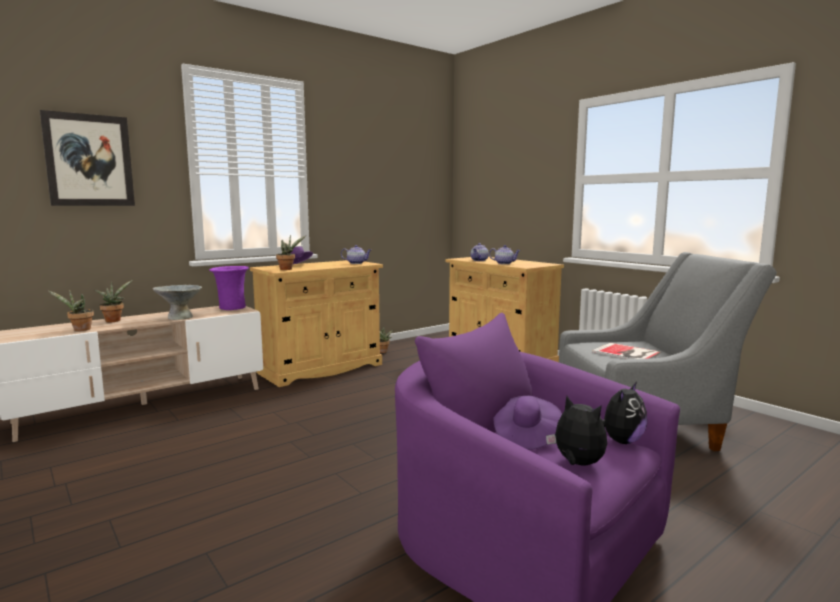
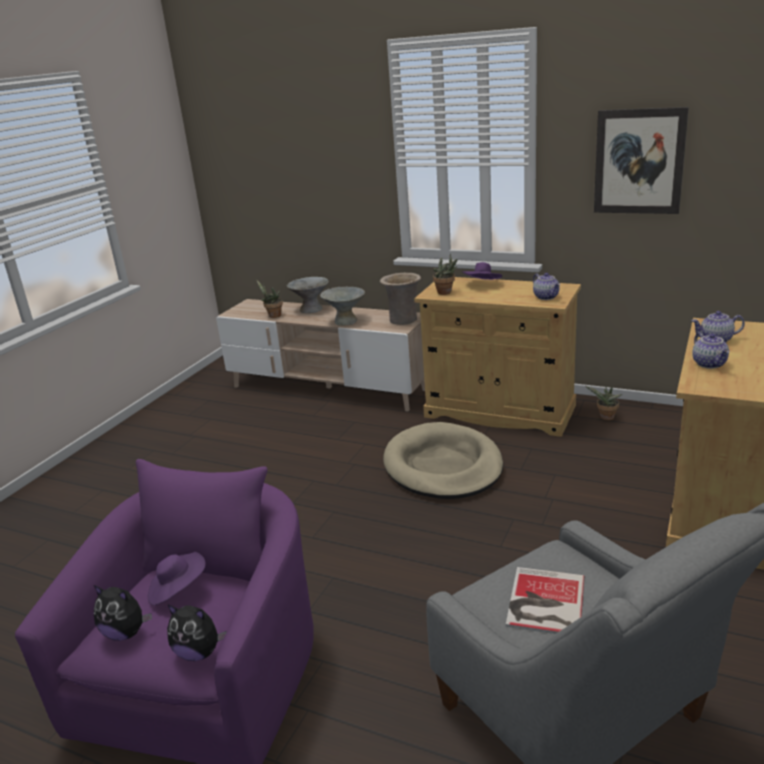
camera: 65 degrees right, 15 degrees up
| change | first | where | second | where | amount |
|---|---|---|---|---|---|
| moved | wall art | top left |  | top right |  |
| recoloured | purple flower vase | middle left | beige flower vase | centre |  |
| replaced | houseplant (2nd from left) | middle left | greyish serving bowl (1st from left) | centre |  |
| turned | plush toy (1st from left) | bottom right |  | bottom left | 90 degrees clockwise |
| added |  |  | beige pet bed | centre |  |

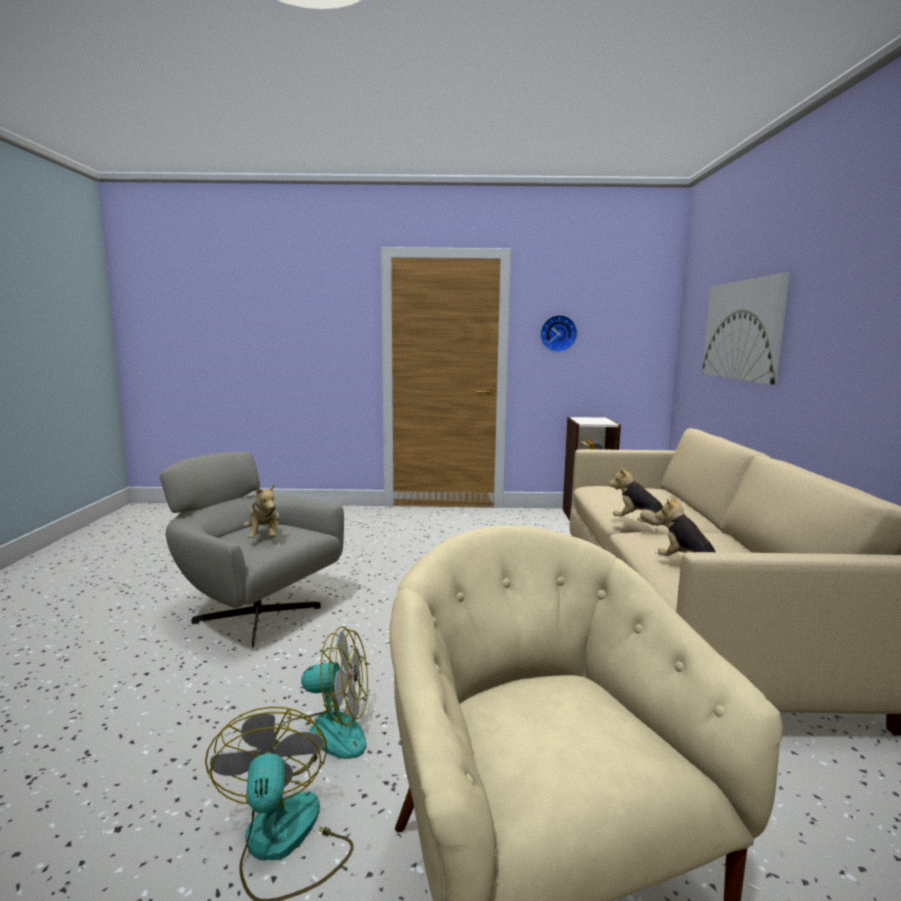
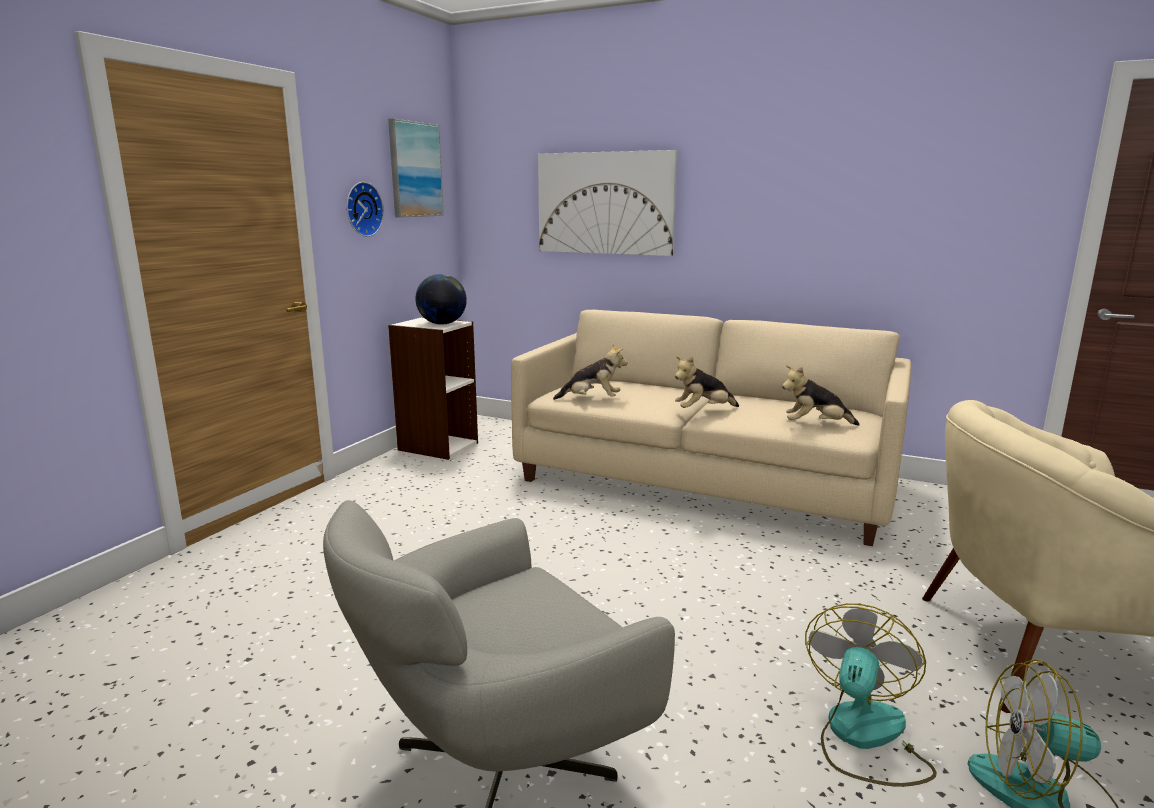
camera: 65 degrees left, 5 degrees up
| change | first | where | second | where | amount |
|---|---|---|---|---|---|
| moved | plush toy (1st from left) | middle left |  | centre |  |
| added |  |  | wall art (1st from left) | top centre |  |
| added |  |  | globe | centre |  |

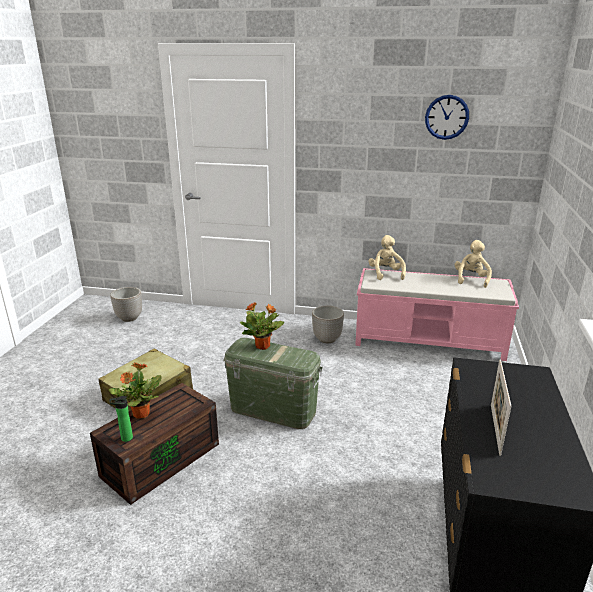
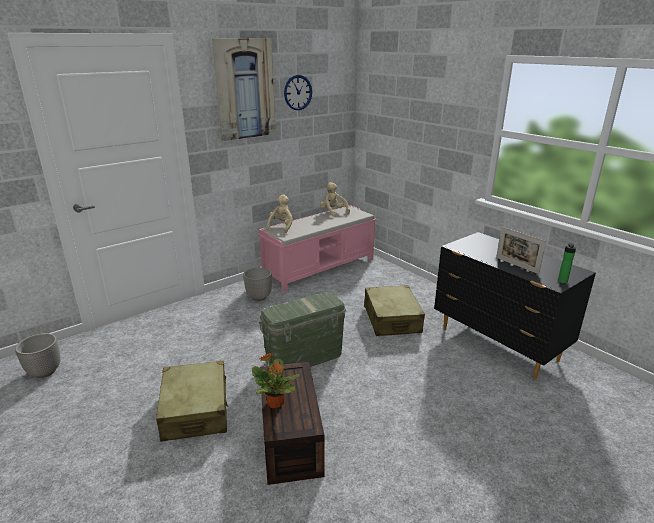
camera: 50 degrees left, 0 degrees up
| change | first | where | second | where | amount |
|---|---|---|---|---|---|
| turned | beige plush toy (1st from left) | centre |  | centre | 75 degrees clockwise |
| removed | houseplant (2nd from left) | centre |  |  |  |
| moved | bottle | bottom left |  | middle right |  |
| added |  |  | wall art | top centre |  |
| added |  |  | beige travel case (2nd from left) | centre |  |

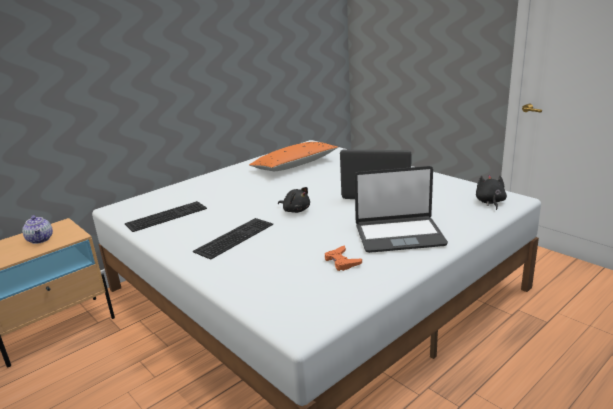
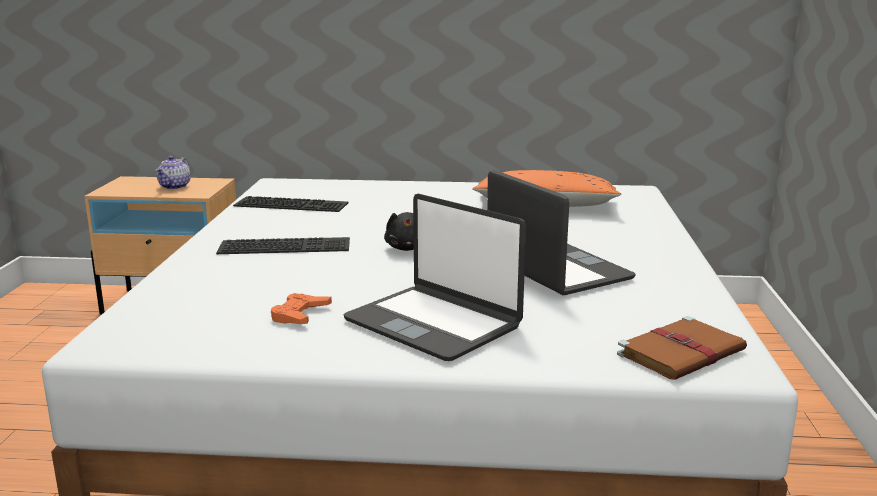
camera: 45 degrees right, 5 degrees down
| change | first | where | second | where | amount |
|---|---|---|---|---|---|
| replaced | black-coloured plush toy (2nd from left) | middle right | brownish bound book | bottom right |  |

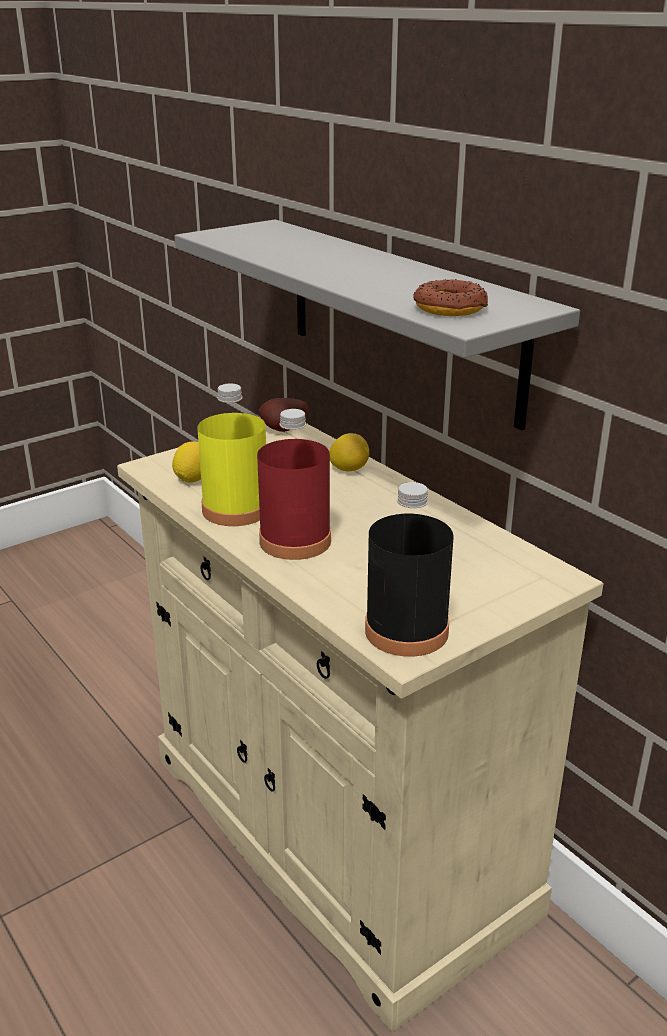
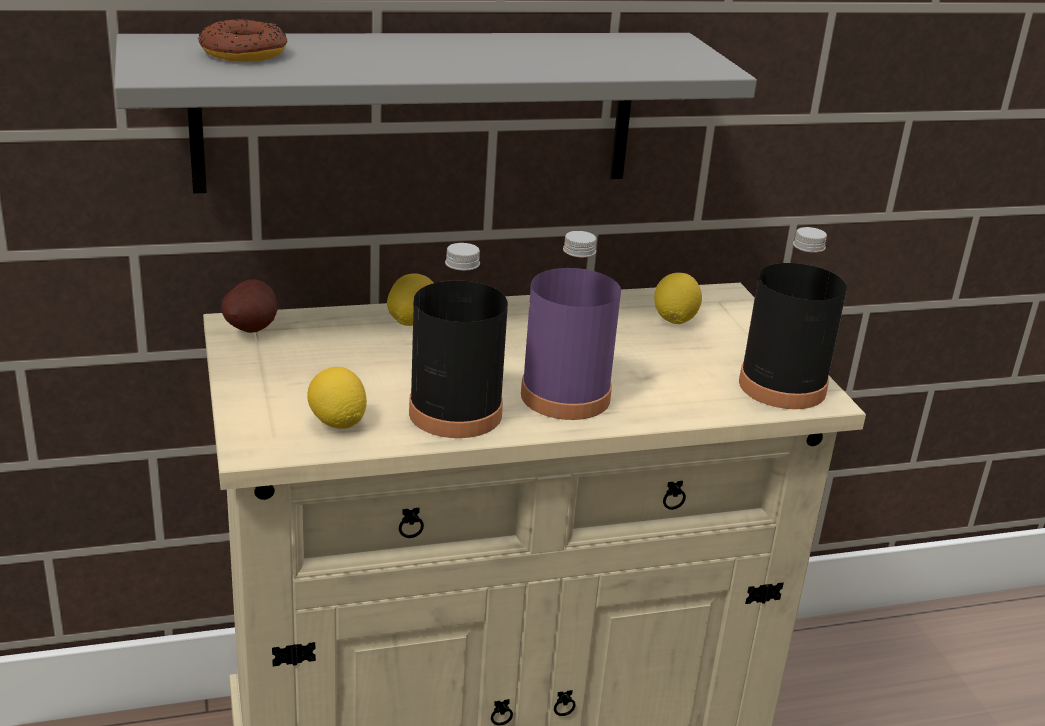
camera: 70 degrees left, 0 degrees up
| change | first | where | second | where | amount |
|---|---|---|---|---|---|
| moved | doughnut | top right |  | top left |  |
| recoloured | yellow-coloured bottle | centre | black-coloured bottle (1st from left) | centre |  |
| recoloured | reddish bottle | centre | purple bottle | centre |  |
| added |  |  | lemon (3rd from left) | centre |  |

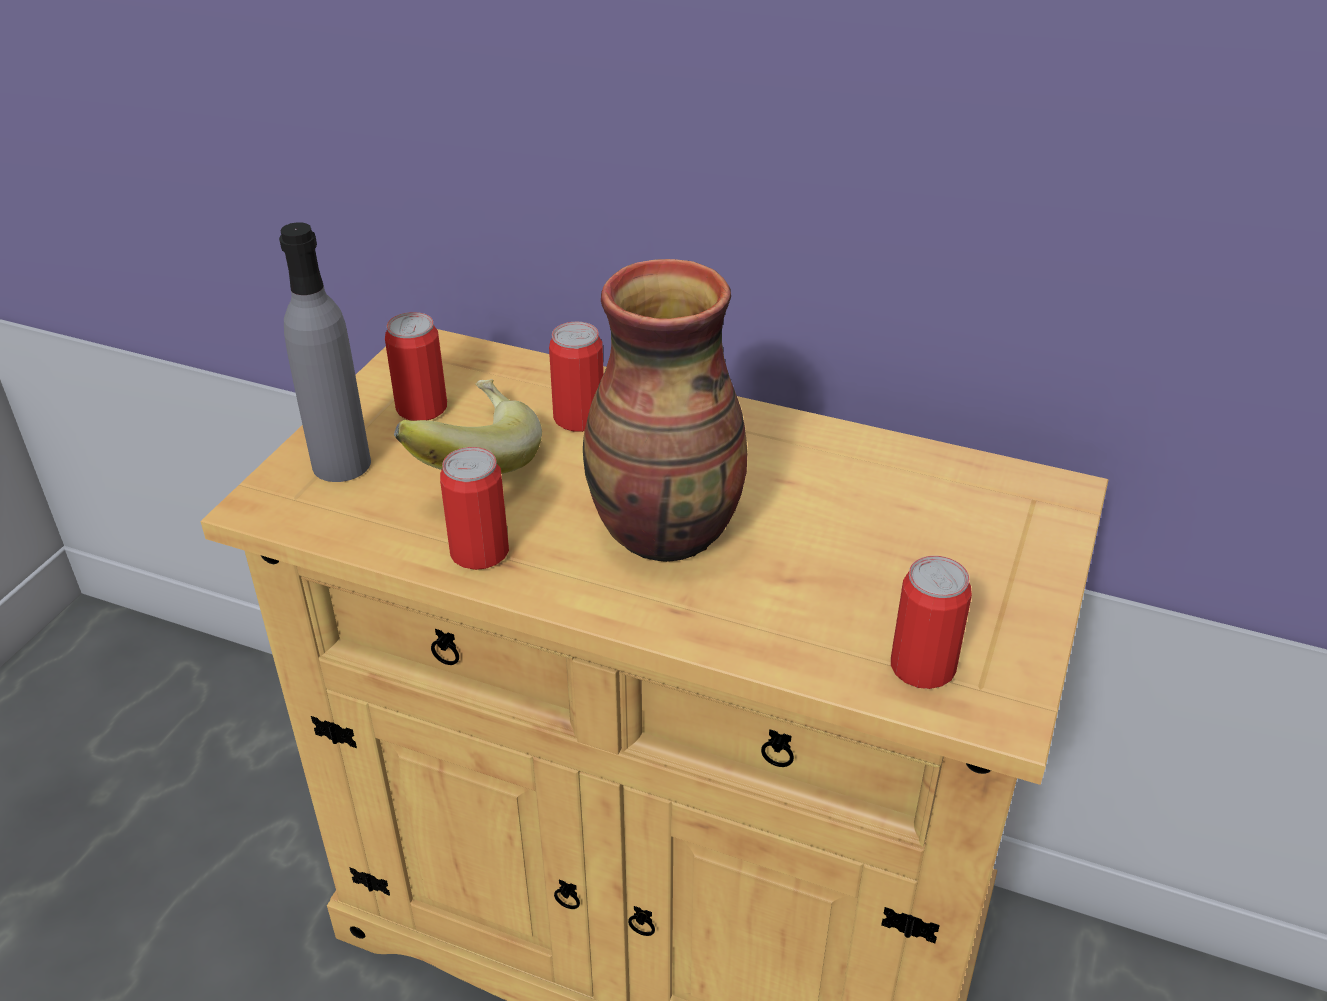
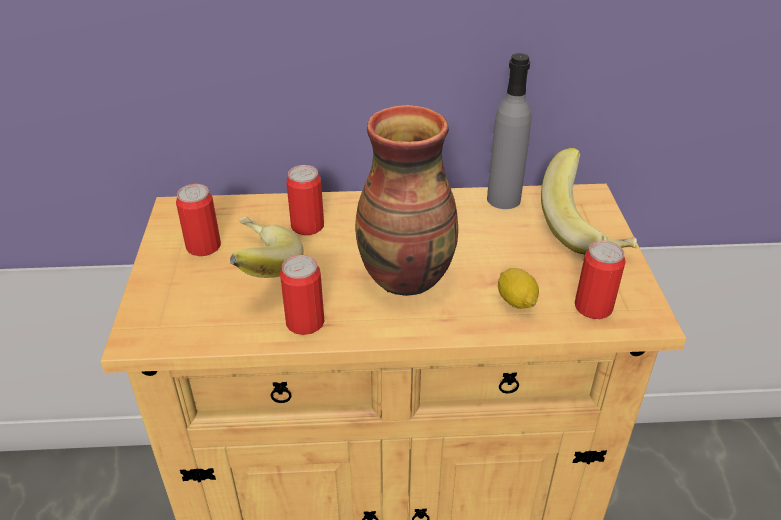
camera: 25 degrees left, 0 degrees up
| change | first | where | second | where | amount |
|---|---|---|---|---|---|
| moved | greyish bottle | middle left |  | top centre |  |
| added |  |  | banana fruit (2nd from left) | middle right |  |
| added |  |  | lemon | centre |  |

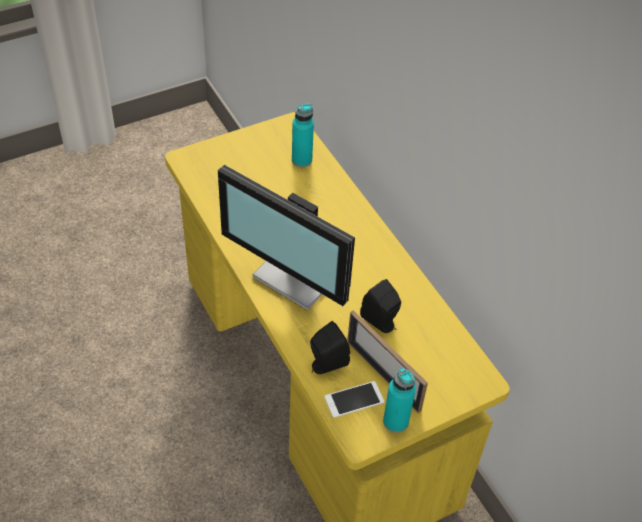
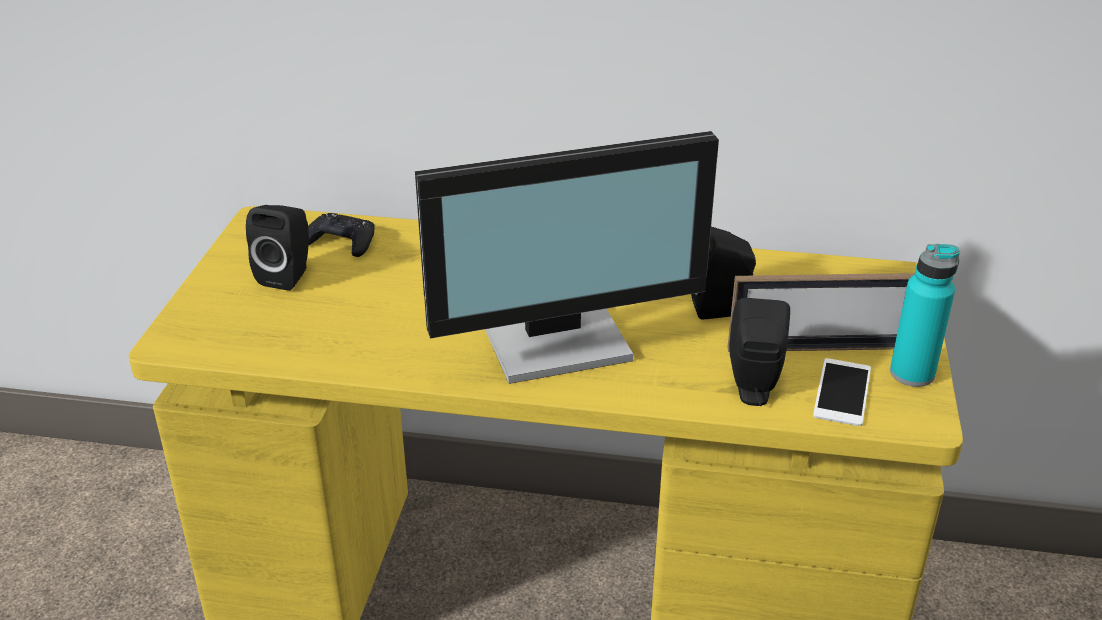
camera: 50 degrees left, 15 degrees down
| change | first | where | second | where | amount |
|---|---|---|---|---|---|
| replaced | turquoise-coloured bottle (1st from left) | top centre | black-coloured gamepad | middle left |  |
| added |  |  | black-coloured speaker (1st from left) | middle left |  |

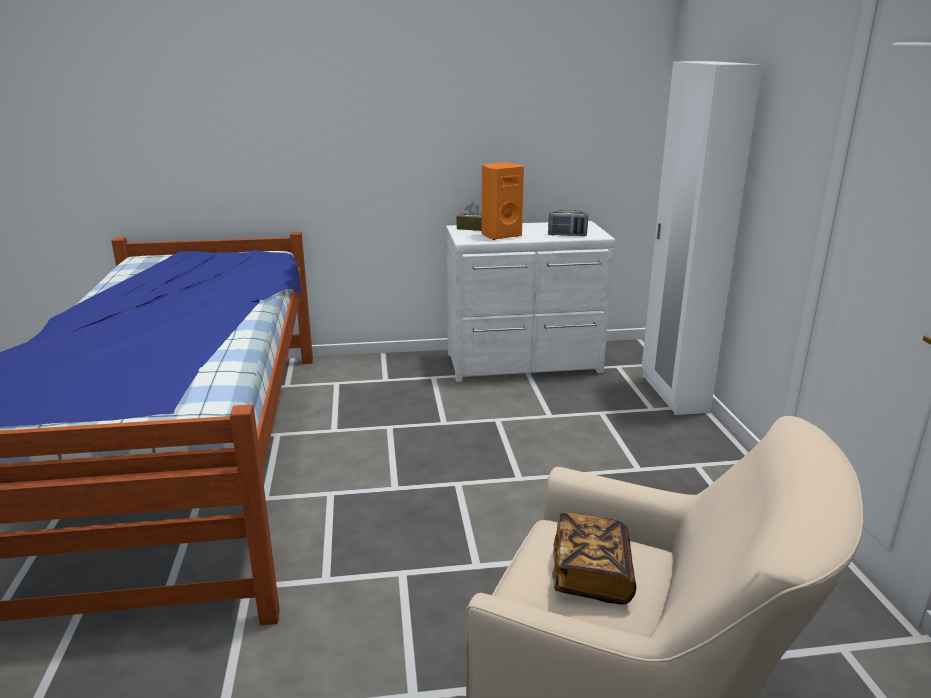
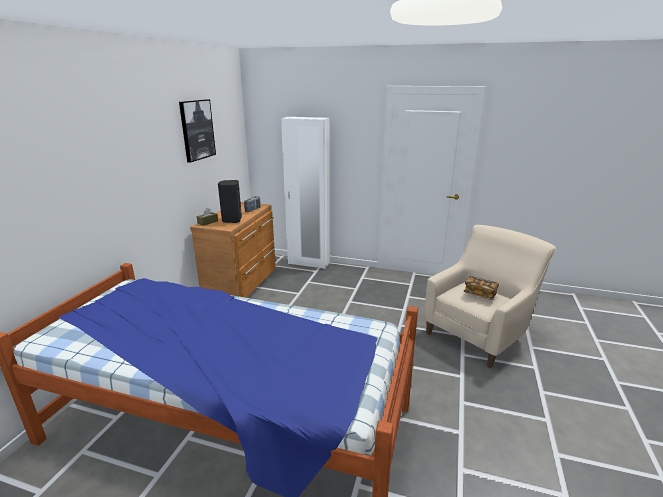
camera: 65 degrees left, 0 degrees up
| change | first | where | second | where | amount |
|---|---|---|---|---|---|
| recoloured | orange speaker | top centre | black-coloured speaker | centre |  |
| recoloured | whitish chest of drawers | centre | brownish chest of drawers | centre |  |
| added |  |  | wall art | top left |  |

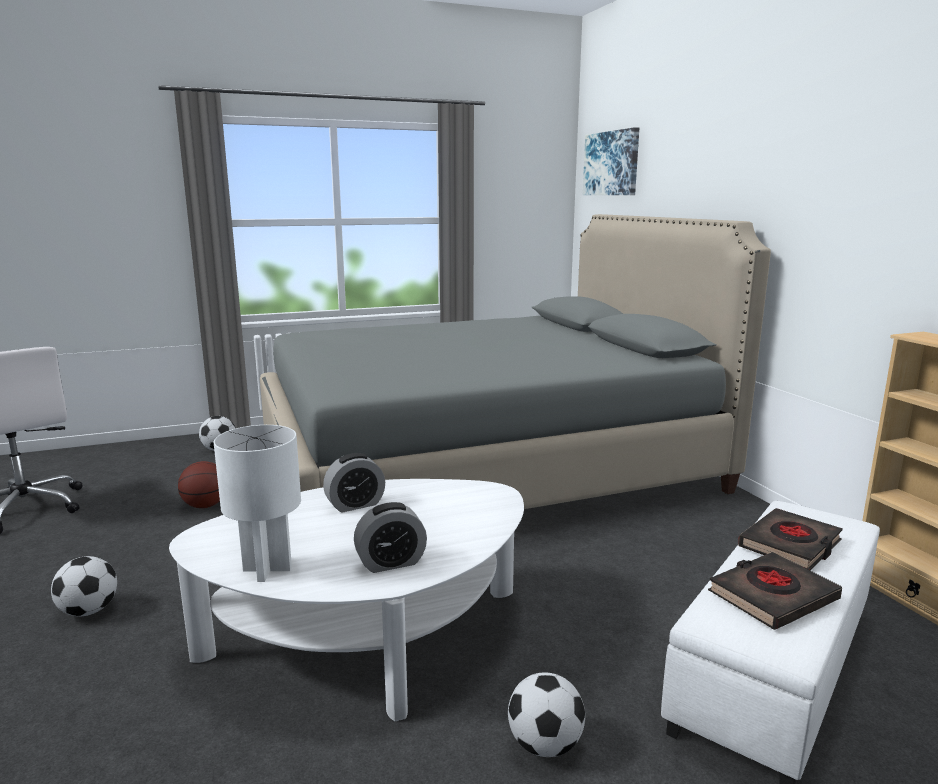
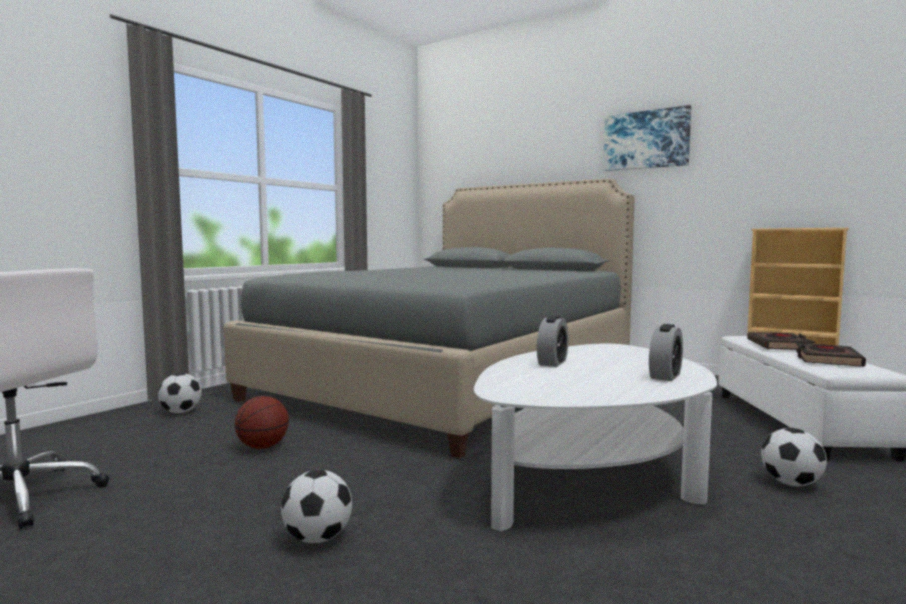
camera: 35 degrees left, 10 degrees down
| change | first | where | second | where | amount |
|---|---|---|---|---|---|
| moved | wall art | top centre |  | top right |  |
| removed | whitish tabletop lamp | middle left |  |  |  |

